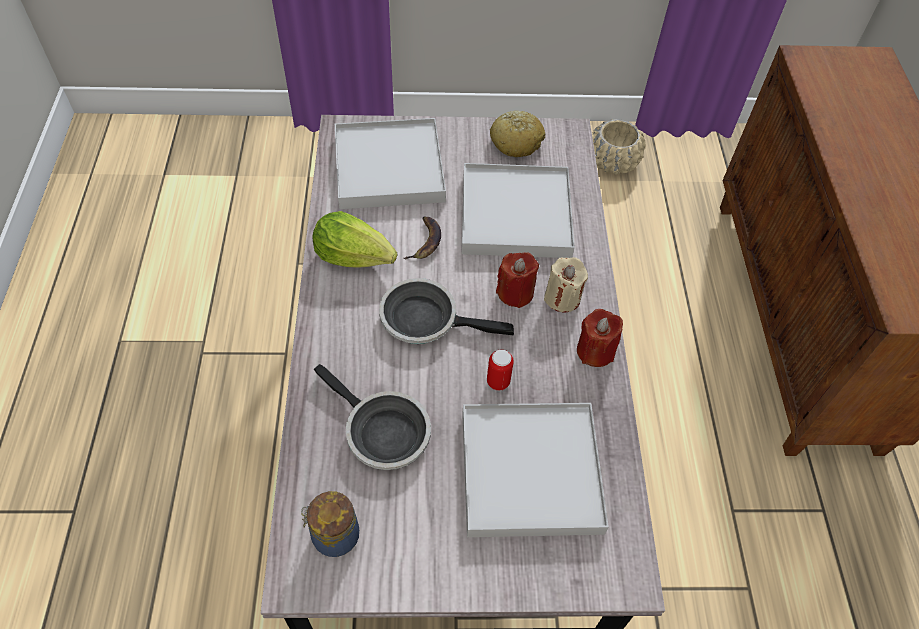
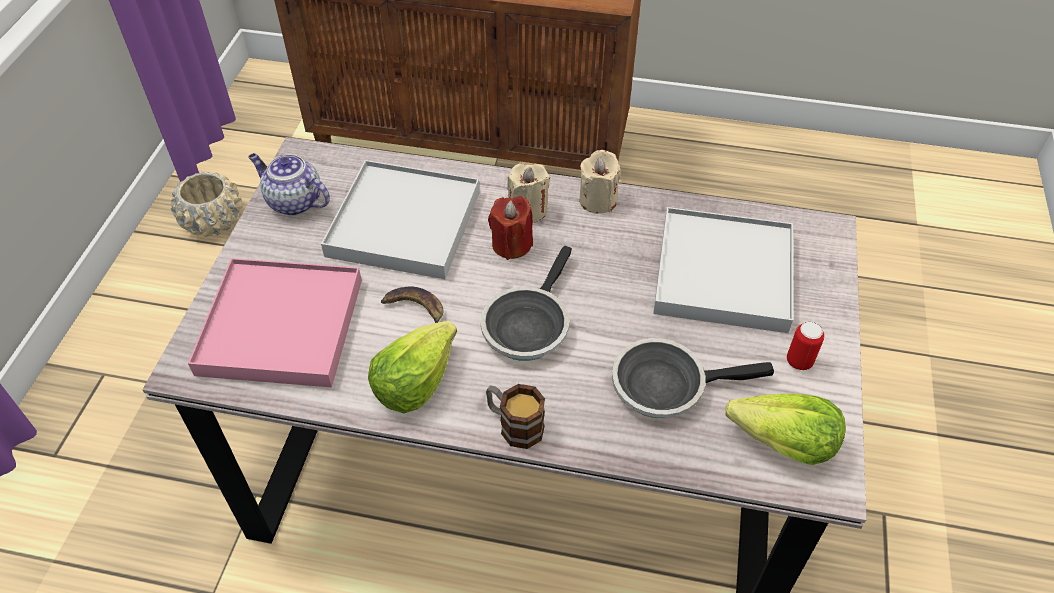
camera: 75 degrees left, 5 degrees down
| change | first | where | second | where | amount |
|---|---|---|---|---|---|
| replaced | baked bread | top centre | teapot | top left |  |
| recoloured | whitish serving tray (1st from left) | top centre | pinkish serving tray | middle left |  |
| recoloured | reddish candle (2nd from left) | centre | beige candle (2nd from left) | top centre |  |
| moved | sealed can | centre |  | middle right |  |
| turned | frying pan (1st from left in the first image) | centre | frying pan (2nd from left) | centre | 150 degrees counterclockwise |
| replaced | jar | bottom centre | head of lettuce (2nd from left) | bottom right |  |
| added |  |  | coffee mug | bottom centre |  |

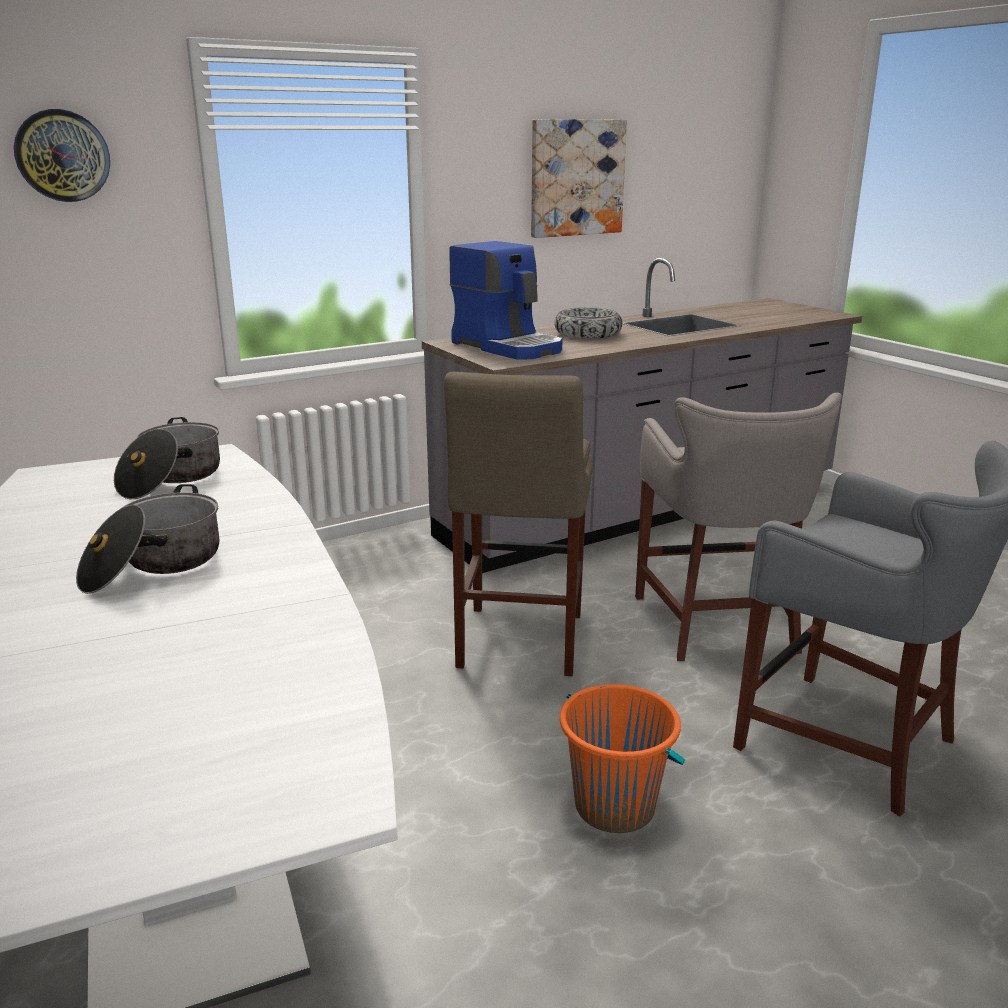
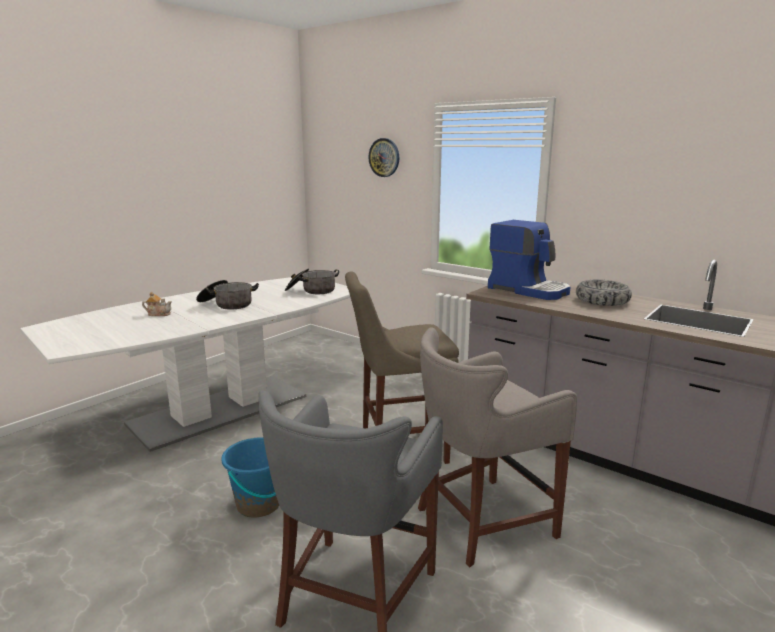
camera: 70 degrees right, 5 degrees down
| change | first | where | second | where | amount |
|---|---|---|---|---|---|
| removed | wall art | top centre |  |  |  |
| turned | coffee maker | top centre |  | middle right | 75 degrees counterclockwise |
| recoloured | orange pail | bottom centre | blue-coloured pail | bottom left |  |
| added |  |  | teapot | middle left |  |

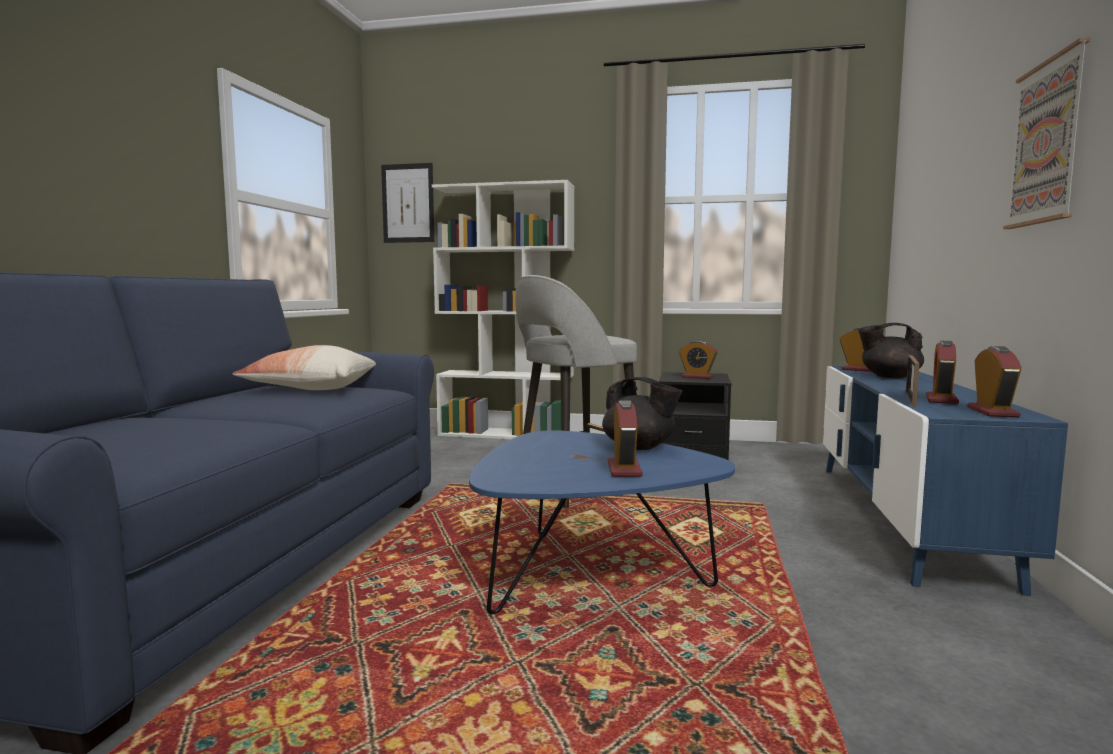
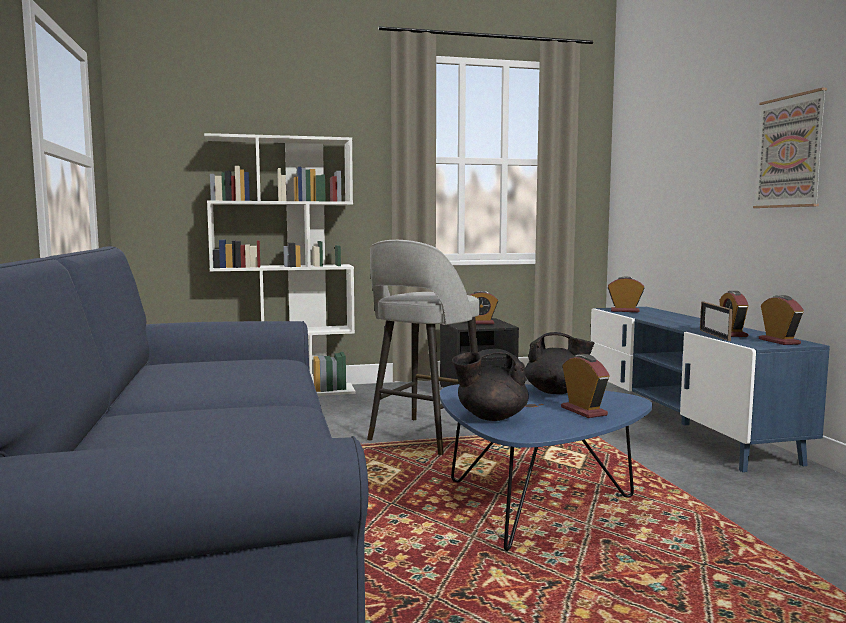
camera: 25 degrees left, 0 degrees up
| change | first | where | second | where | amount |
|---|---|---|---|---|---|
| removed | wall art (1st from left) | top centre |  |  |  |
| moved | black-coloured teapot (2nd from left in the first image) | middle right | black-coloured teapot (1st from left) | centre |  |
| removed | pillow | middle left |  |  |  |

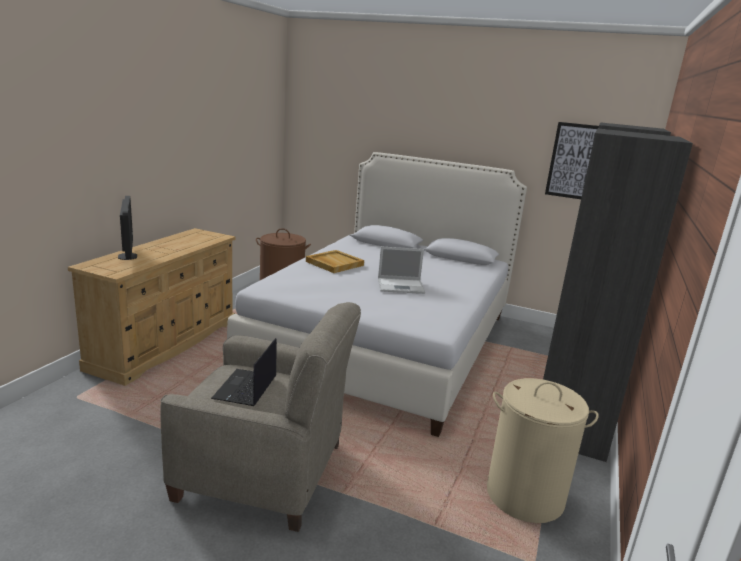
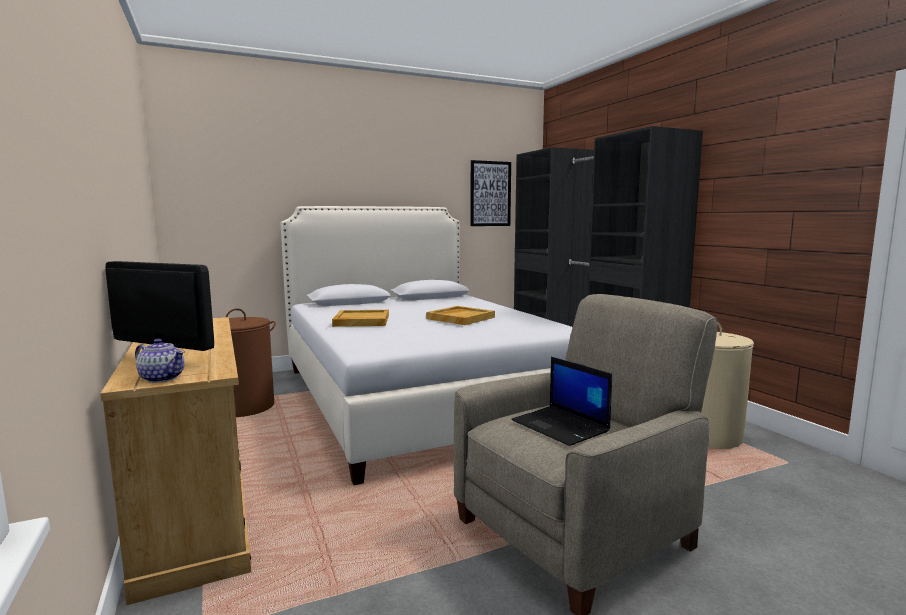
camera: 45 degrees left, 10 degrees down
| change | first | where | second | where | amount |
|---|---|---|---|---|---|
| replaced | laptop (2nd from left) | centre | beige serving tray (2nd from left) | centre |  |
| added |  |  | teapot | middle left |  |

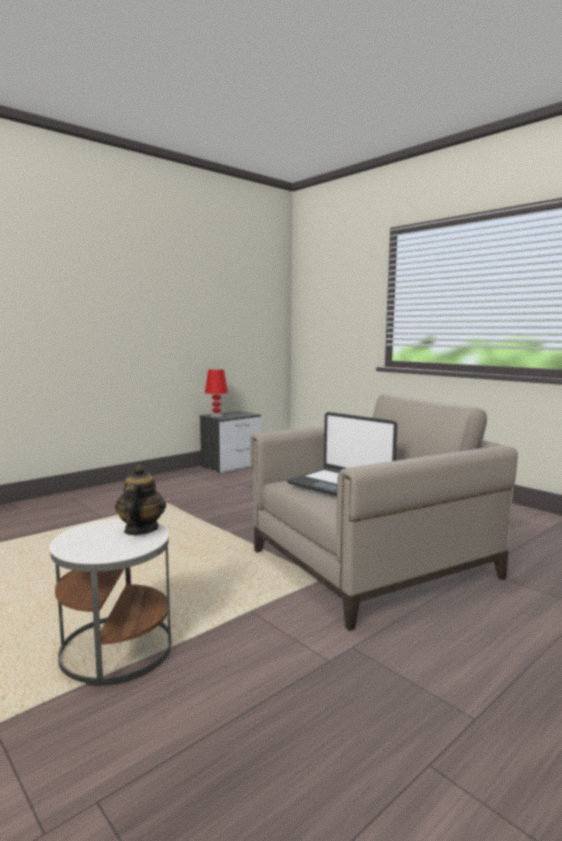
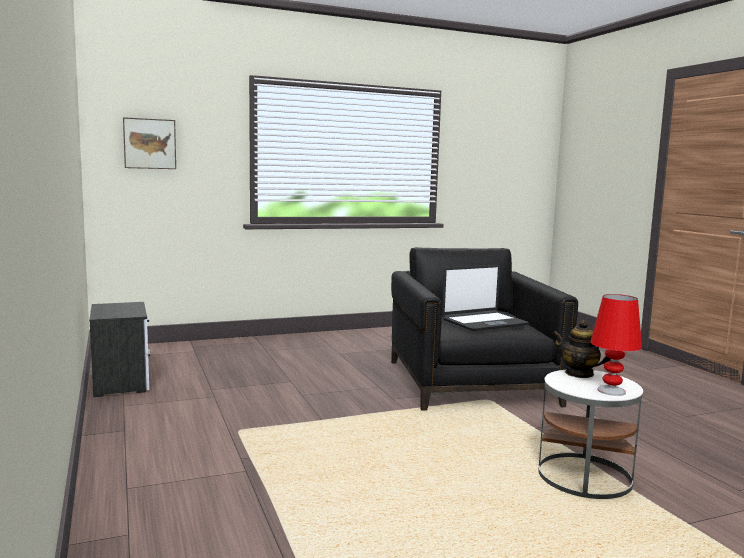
camera: 70 degrees left, 0 degrees up
| change | first | where | second | where | amount |
|---|---|---|---|---|---|
| moved | reddish tabletop lamp | centre |  | middle right |  |
| recoloured | beige easy chair | middle right | black-coloured easy chair | centre |  |
| added |  |  | wall art | top left |  |

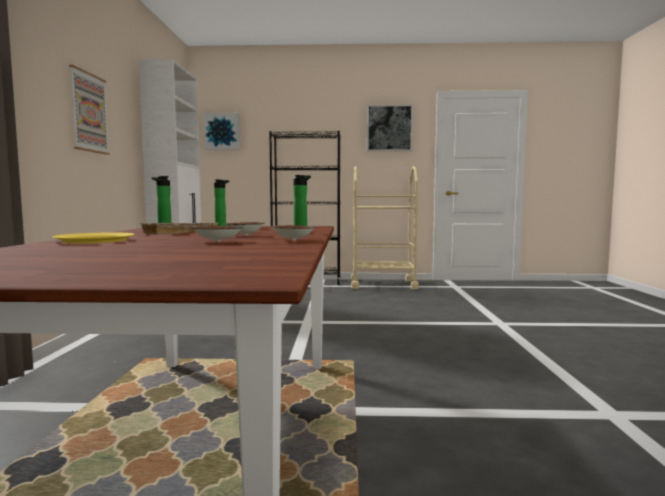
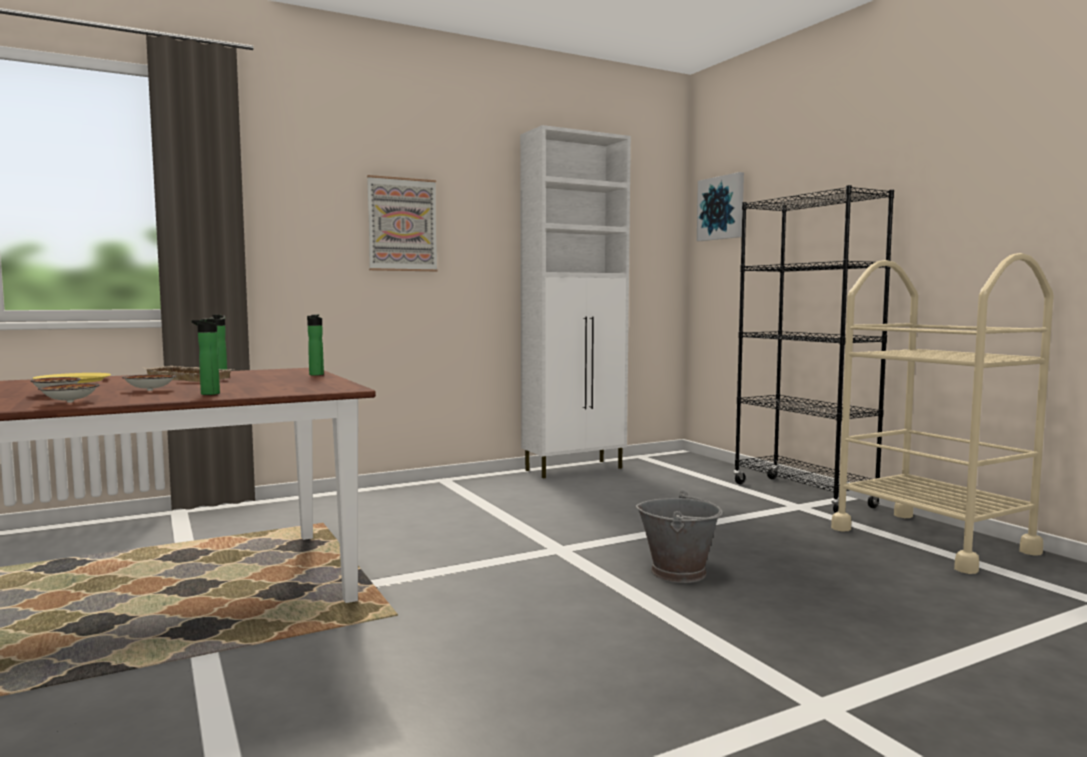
camera: 60 degrees right, 0 degrees up
| change | first | where | second | where | amount |
|---|---|---|---|---|---|
| removed | wall art (3rd from left) | top centre |  |  |  |
| added |  |  | greyish pail | bottom centre |  |

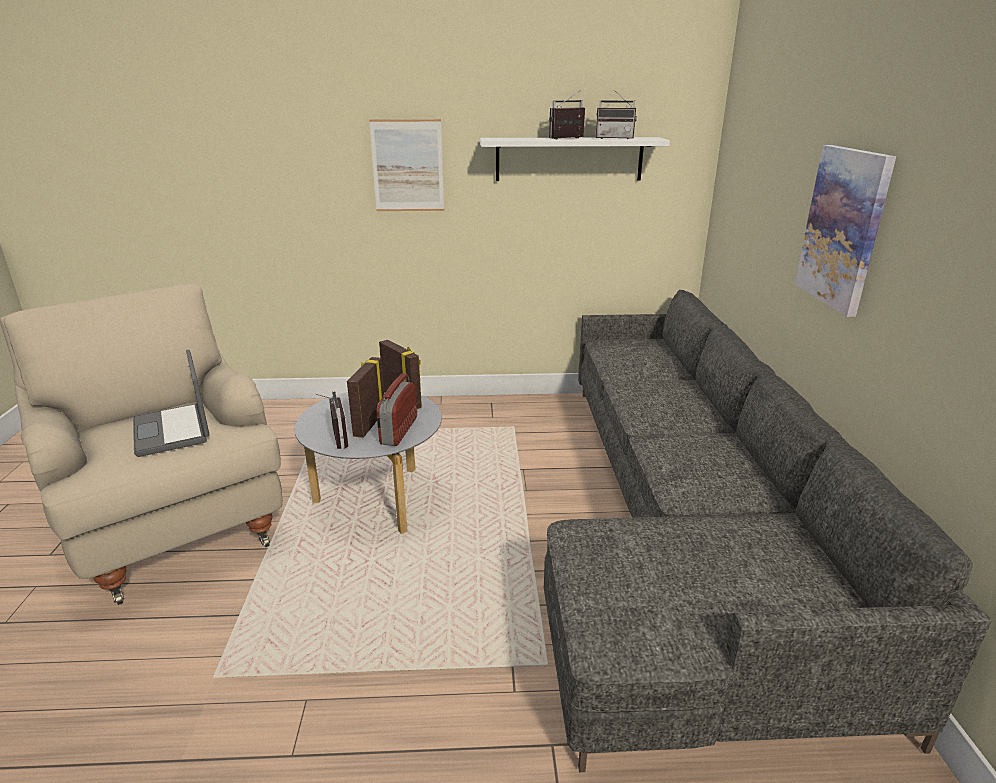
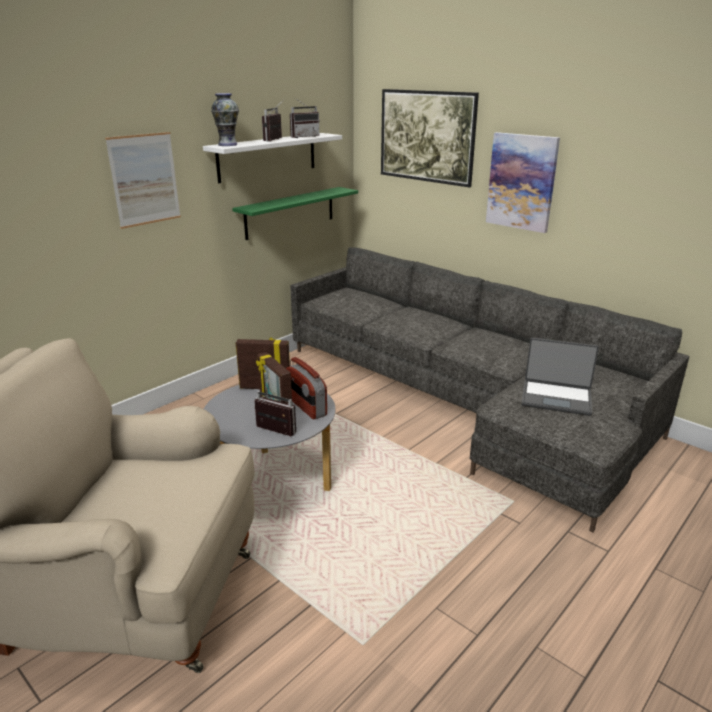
camera: 45 degrees left, 0 degrees up
| change | first | where | second | where | amount |
|---|---|---|---|---|---|
| moved | laptop | middle left |  | middle right |  |
| added |  |  | wall art (2nd from left) | top centre |  |
| added |  |  | flower vase | top left |  |
| added |  |  | green bracket shelf | top centre |  |

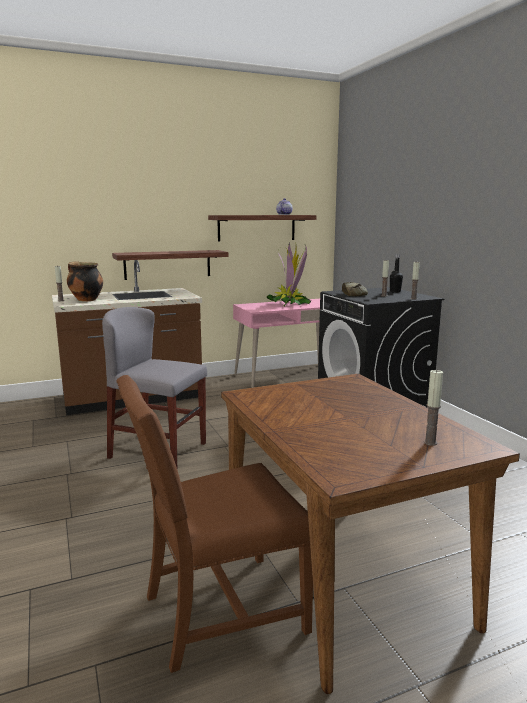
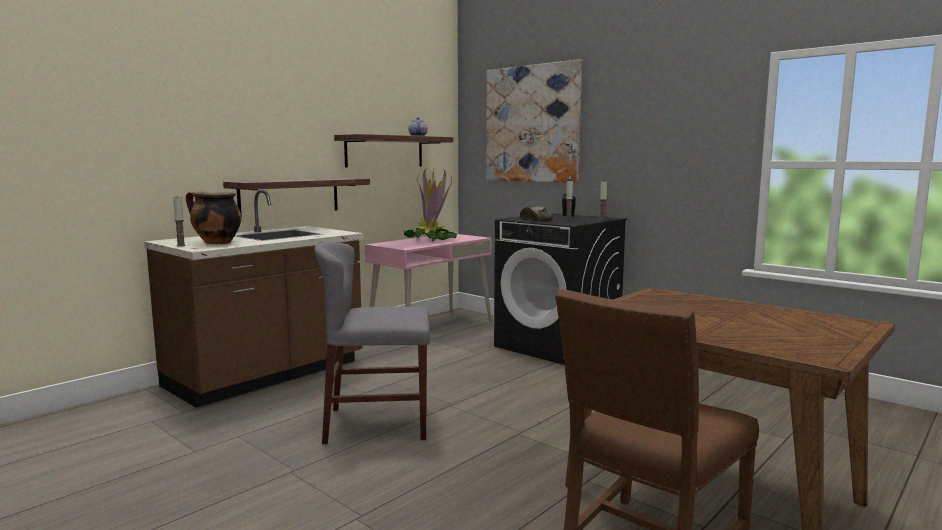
camera: 25 degrees left, 5 degrees down
| change | first | where | second | where | amount |
|---|---|---|---|---|---|
| removed | candle (4th from left) | middle right |  |  |  |
| added |  |  | wall art | top centre |  |

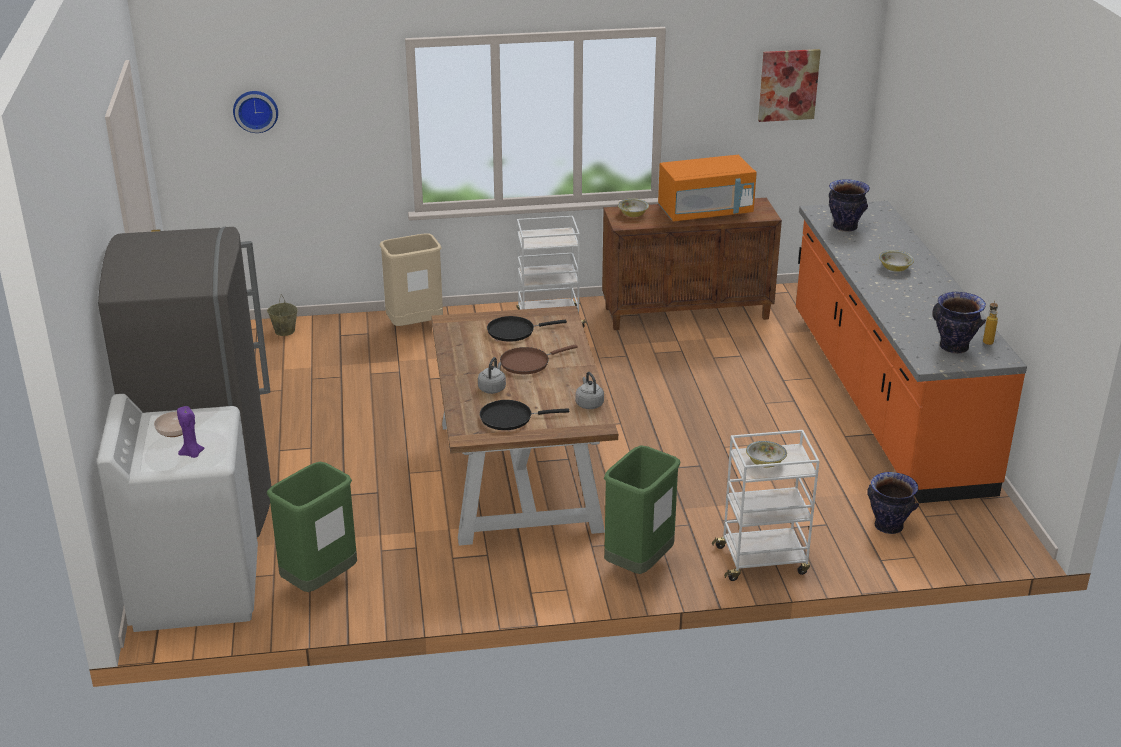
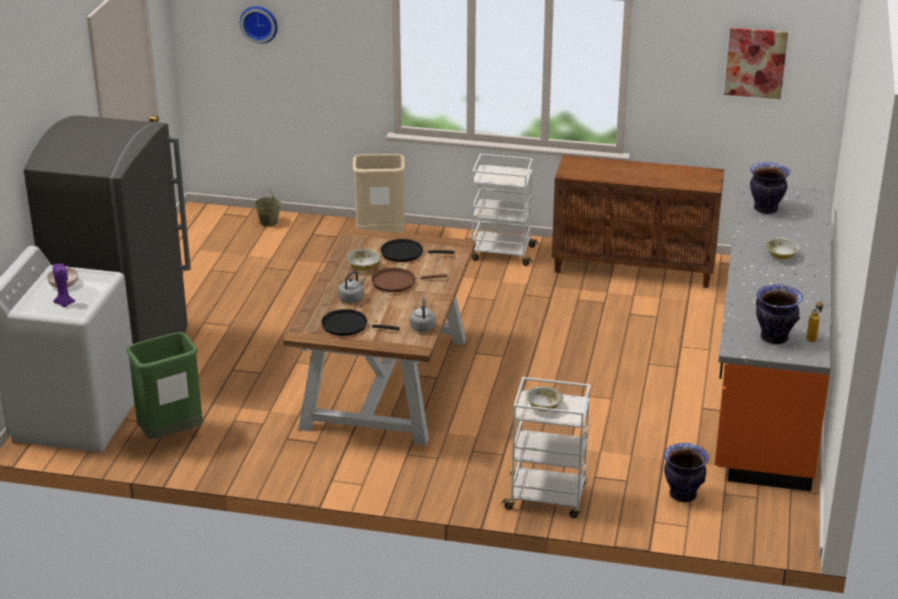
camera: 20 degrees right, 0 degrees up
| change | first | where | second | where | amount |
|---|---|---|---|---|---|
| removed | orange microwave | top centre |  |  |  |
| moved | serving bowl (2nd from left) | top centre |  | centre |  |
| removed | green trash can (2nd from left) | bottom centre |  |  |  |

